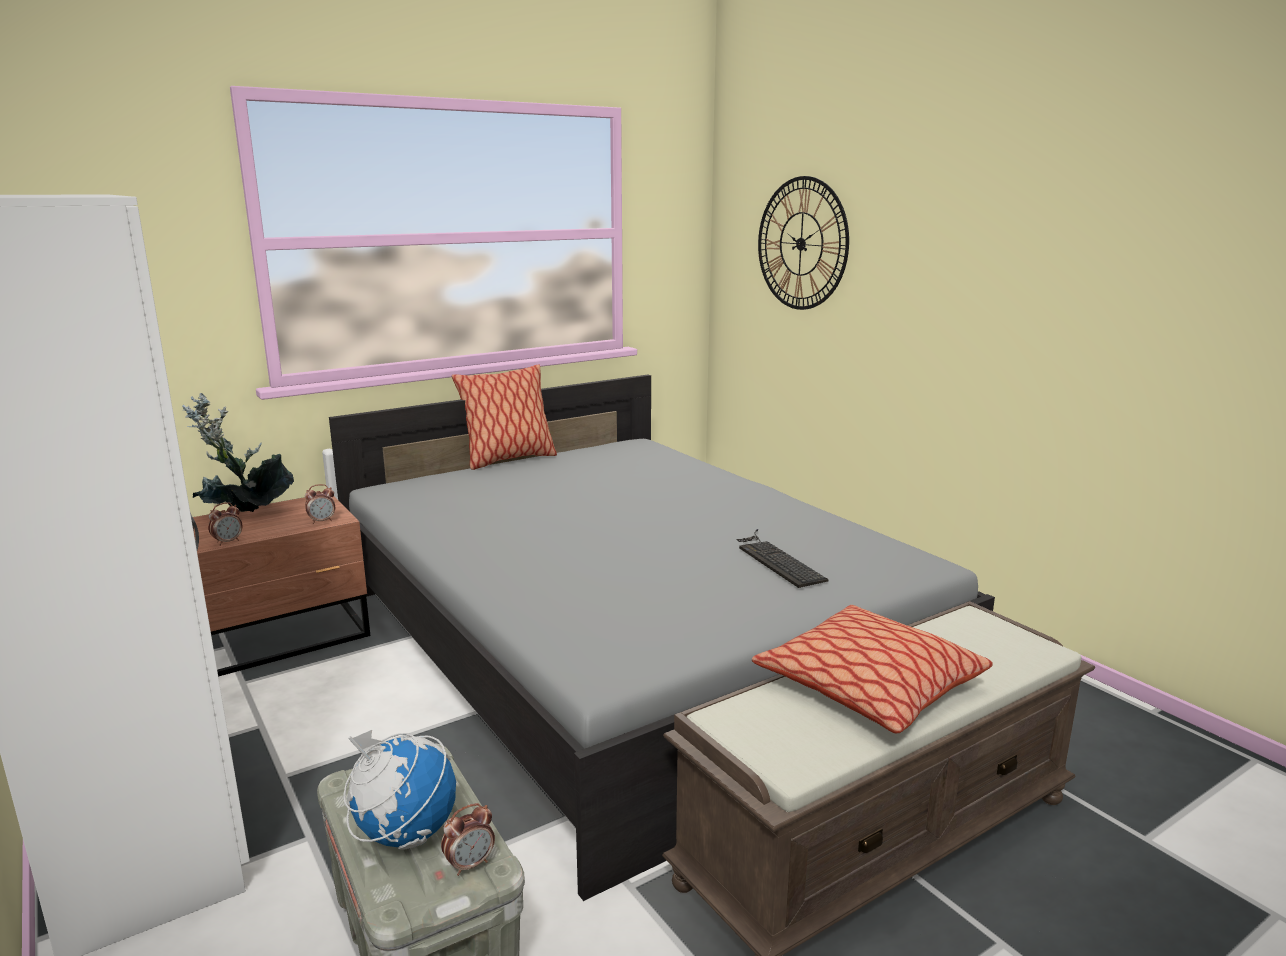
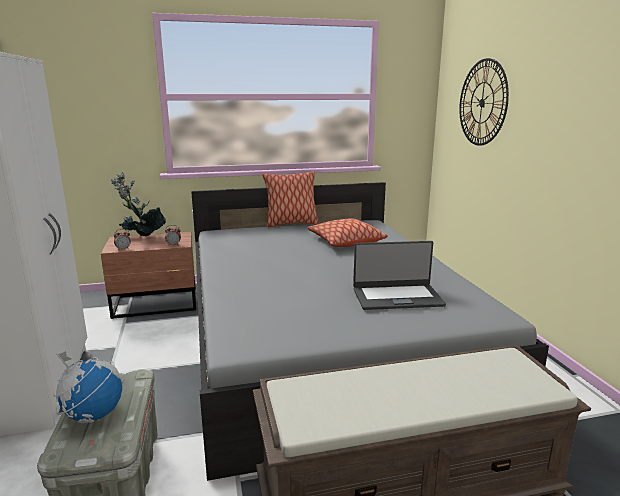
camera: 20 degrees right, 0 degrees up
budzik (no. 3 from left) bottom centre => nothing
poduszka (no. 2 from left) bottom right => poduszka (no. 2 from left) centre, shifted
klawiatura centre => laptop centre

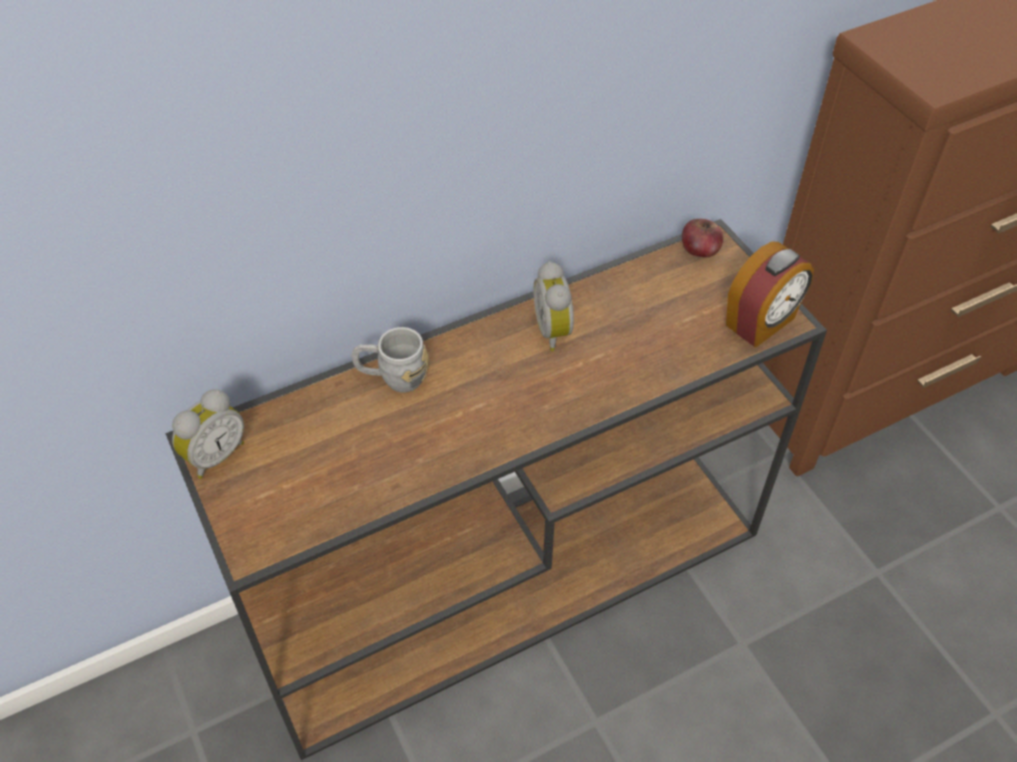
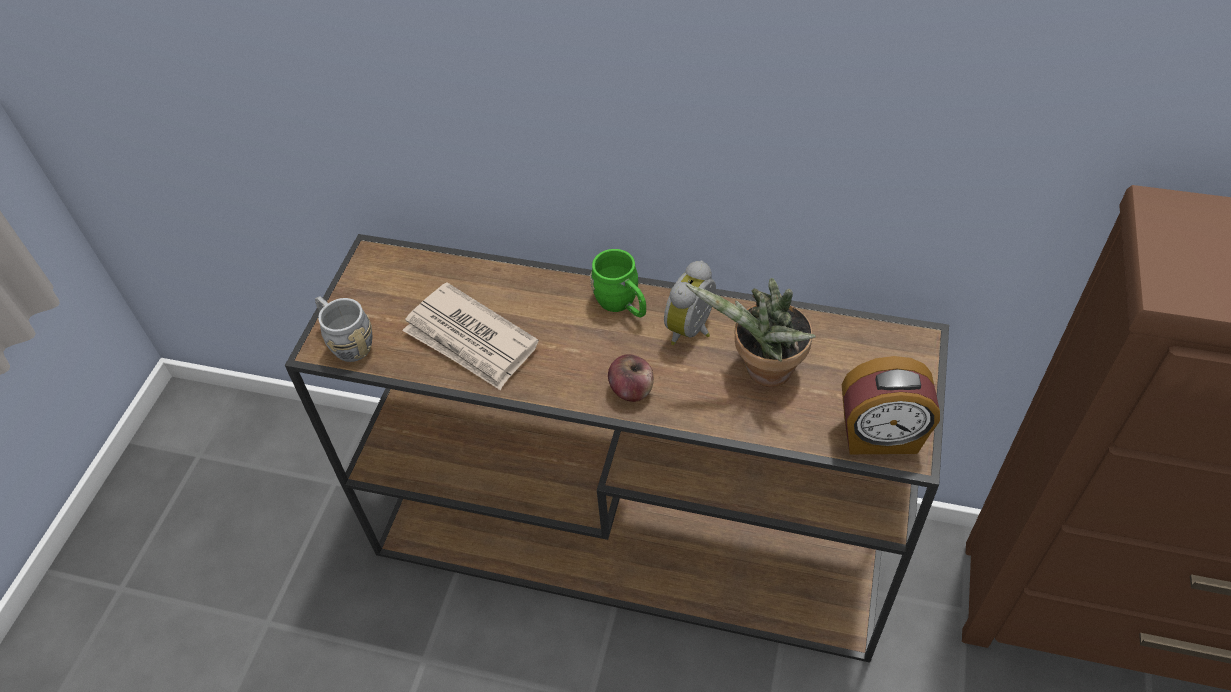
camera: 45 degrees right, 0 degrees up
budzik (no. 1 from left) middle left => nothing
nothing => gazeta centre
nothing => kubek (zielony) centre
nothing => roślina doniczkowa centre
kubek (szary) centre => kubek (szary) middle left, shifted
jabłko top right => jabłko centre, shifted

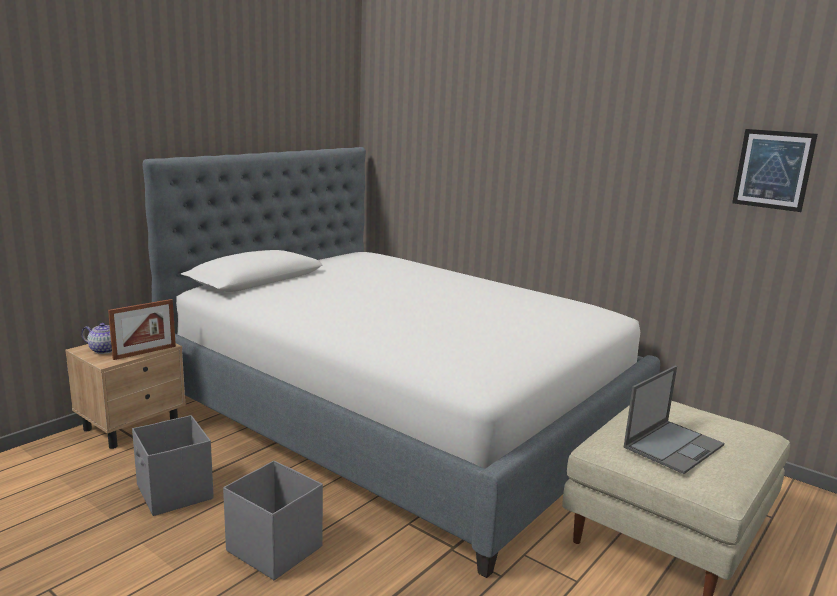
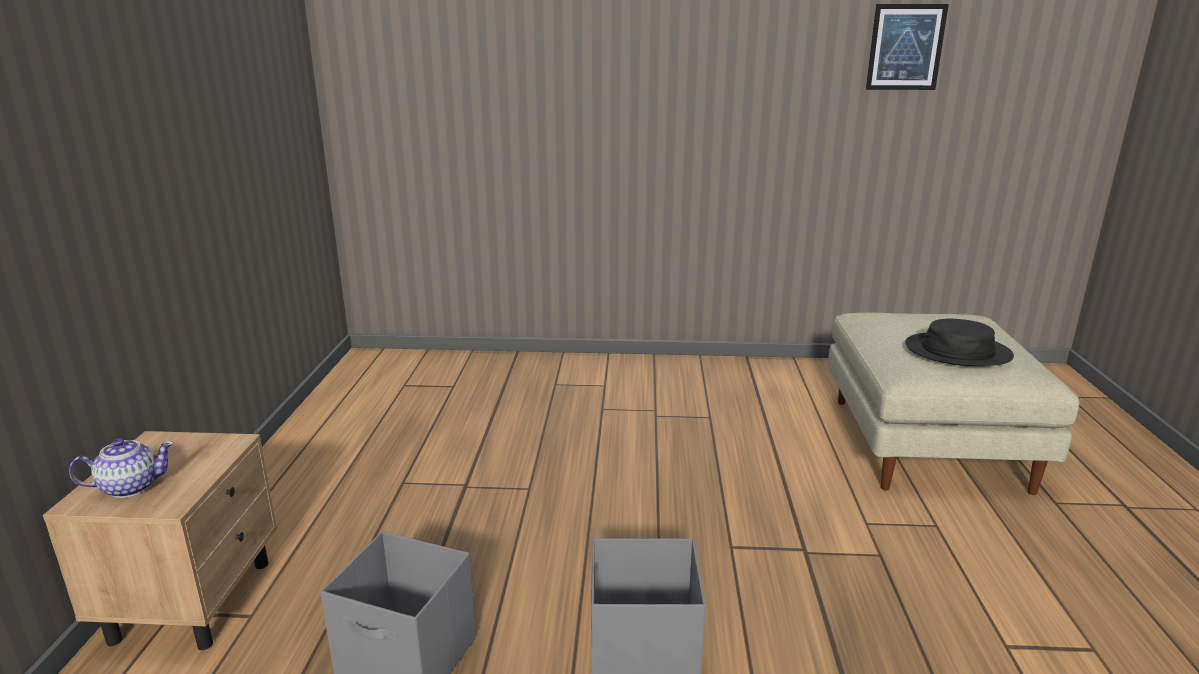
camera: 35 degrees left, 5 degrees up
ramka na zdjęcie middle left => nothing
łóżko centre => nothing
laptop bottom right => kapelusz (czarny) middle right

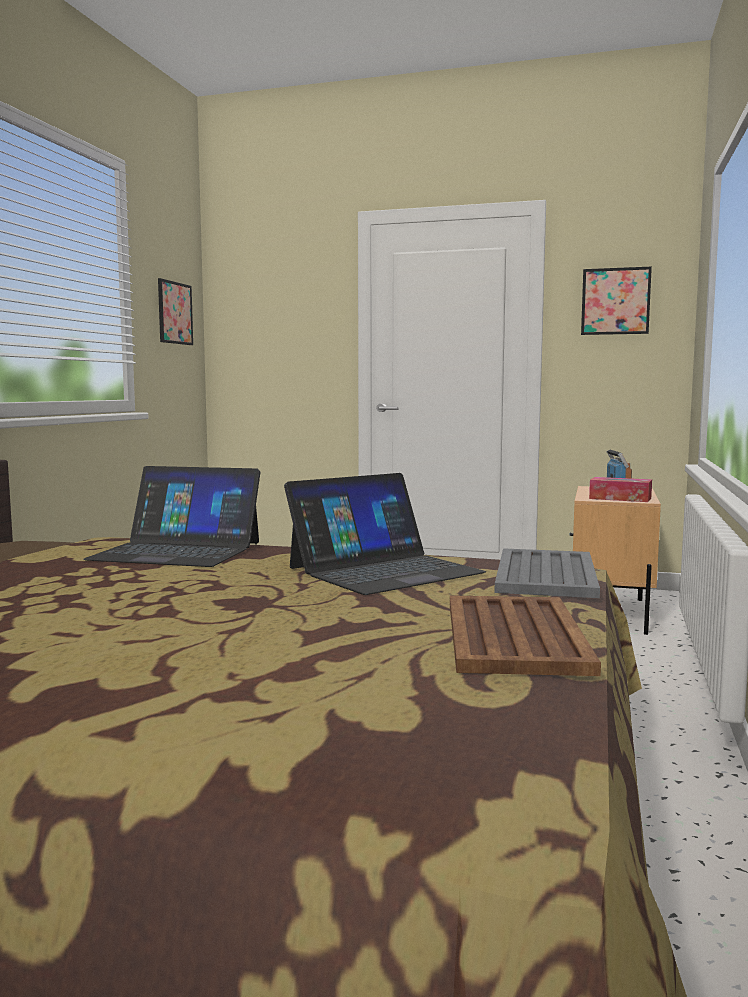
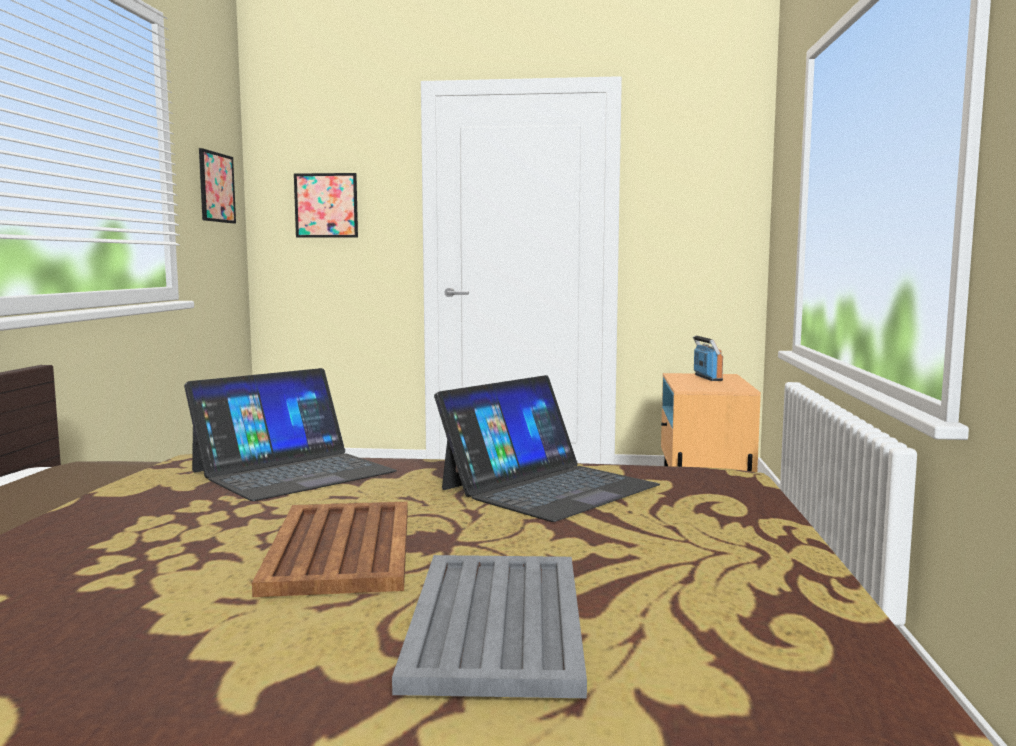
camera: 10 degrees left, 0 degrees up
pudełko chusteczek middle right => nothing
taca (brązowy) middle right => taca (brązowy) bottom left, shifted
taca (szary) middle right => taca (szary) bottom centre, shifted
obraz (no. 2 from left) top right => obraz (no. 2 from left) top left, shifted
laptop (no. 1 from left) middle left, 45 degrees counterclockwise

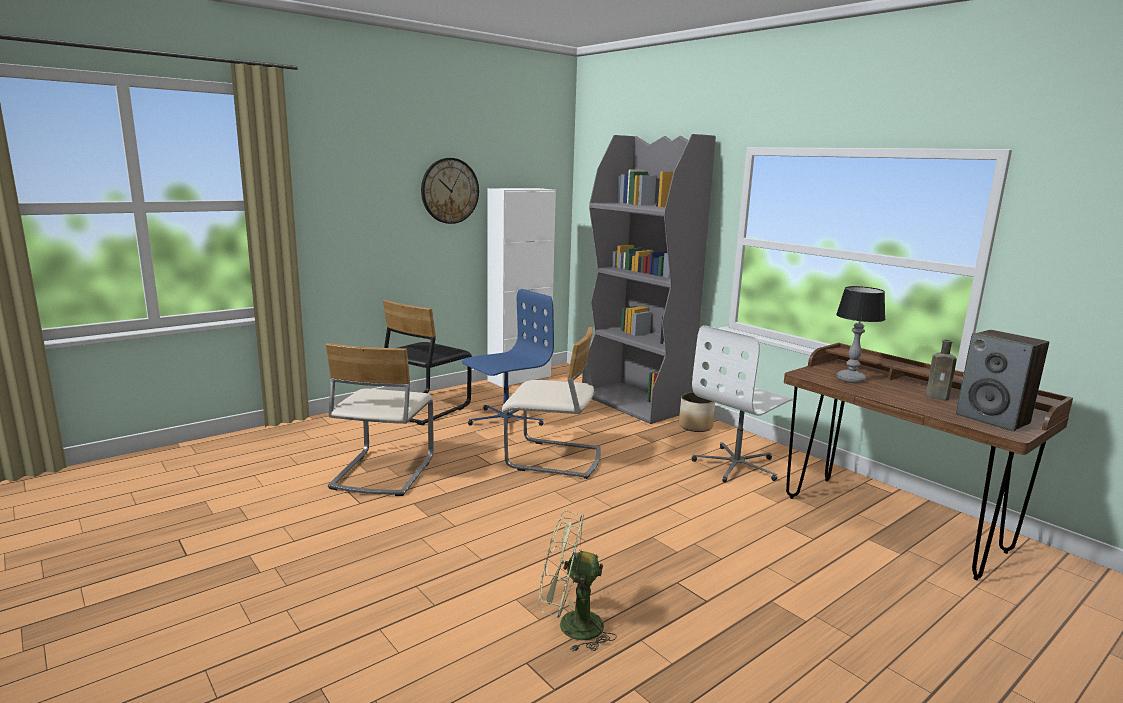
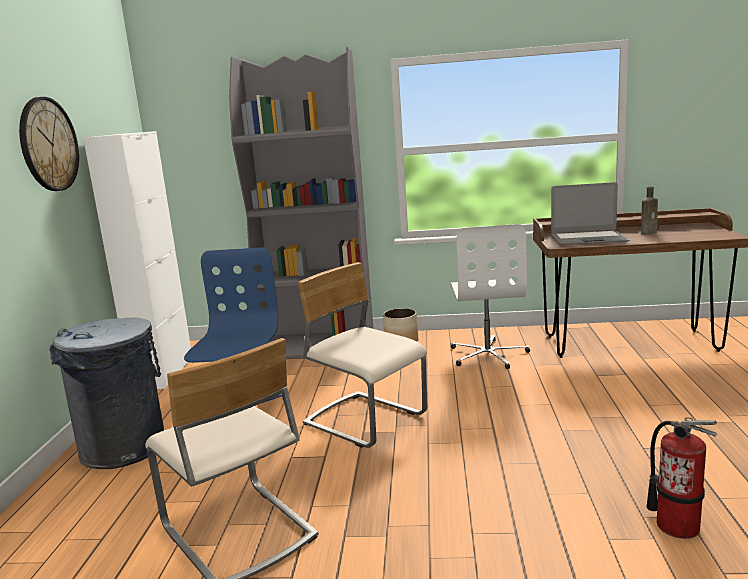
camera: 45 degrees left, 0 degrees up
głośnik middle right => nothing
krzesło (czarny) centre => kosz na śmieci (szary) bottom left
wentylator (zielony) bottom centre => gaśnica bottom right
lampa stołowa middle right => laptop middle right
krzesło (beżowy) (no. 2 from left) centre, 105 degrees counterclockwise

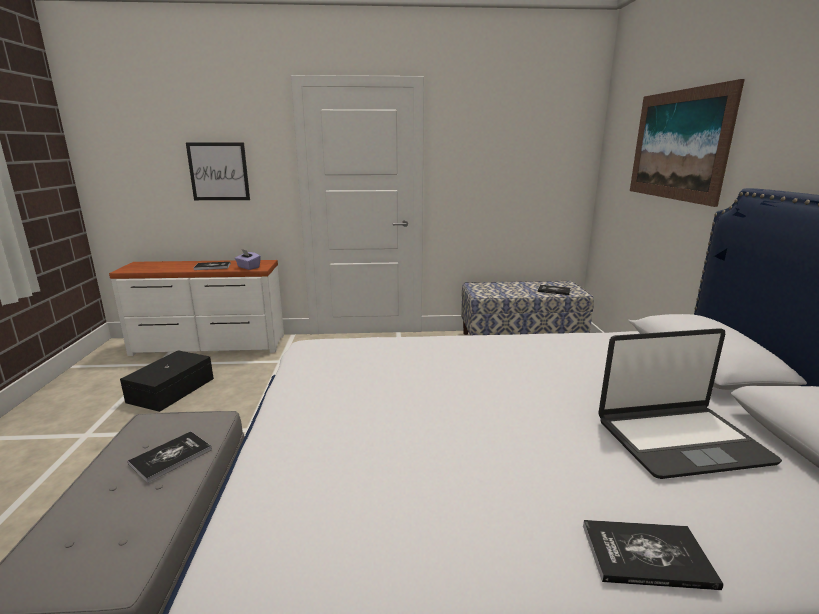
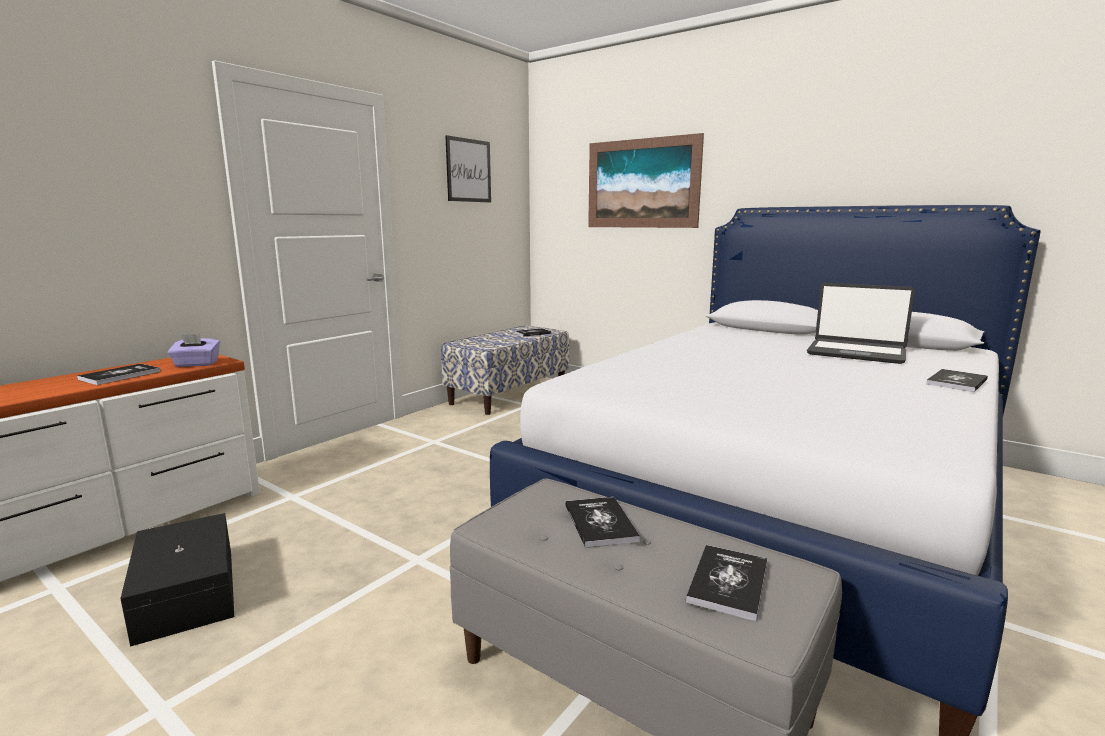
camera: 50 degrees left, 5 degrees down
nothing => książka (no. 4 from left) bottom centre
obraz (no. 1 from left) top left => obraz (no. 1 from left) top centre, shifted
laptop middle right, 90 degrees clockwise

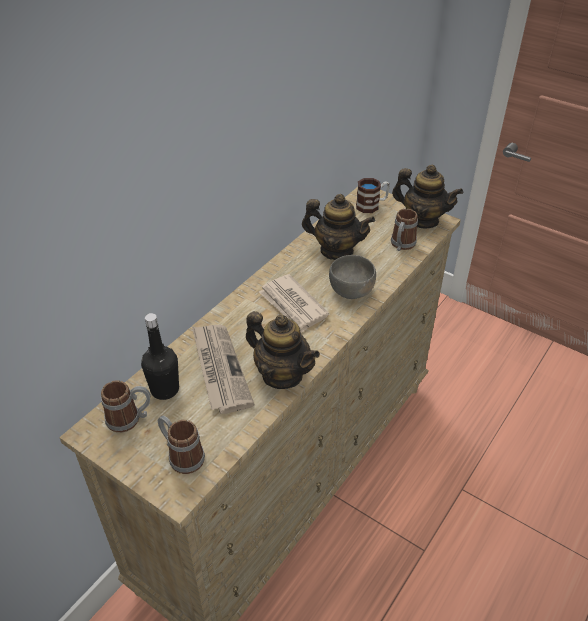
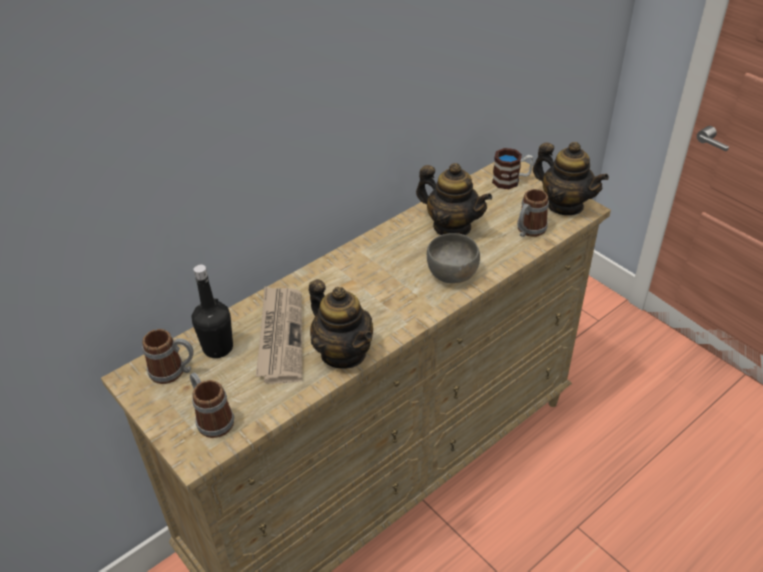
camera: 15 degrees right, 0 degrees up
gazeta (no. 2 from left) centre => nothing

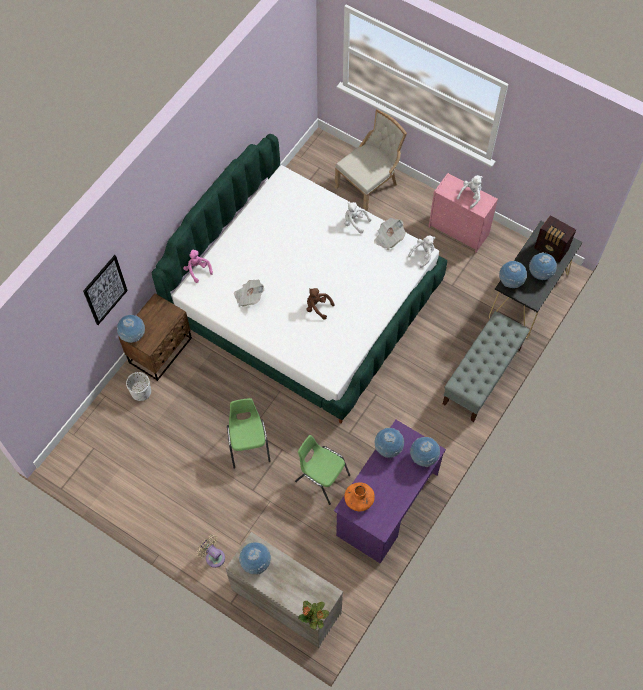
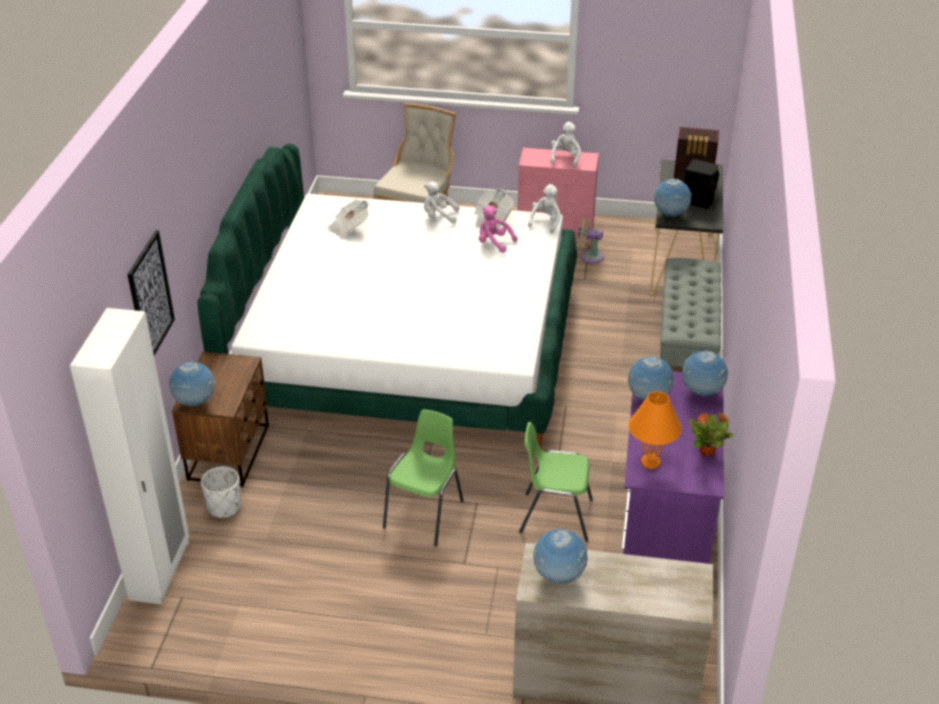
camera: 25 degrees left, 25 degrees down
pluszak (brązowy) centre => nothing
nothing => szafa (biały) middle left
pluszak (różowy) middle left => pluszak (różowy) top centre, shifted
wentylator (beżowy) bottom left => wentylator (beżowy) centre, shifted
gazeta (no. 1 from left) centre => gazeta (no. 1 from left) top centre, shifted
roślina doniczkowa bottom centre => roślina doniczkowa middle right, shifted
wazon (pomarańczowy) bottom centre => lampa stołowa (pomarańczowy) middle right
globus (no. 6 from left) middle right => głośnik (czarny) top right
krzesło (zielony) (no. 1 from left) centre => krzesło (zielony) (no. 1 from left) bottom centre, 60 degrees clockwise

